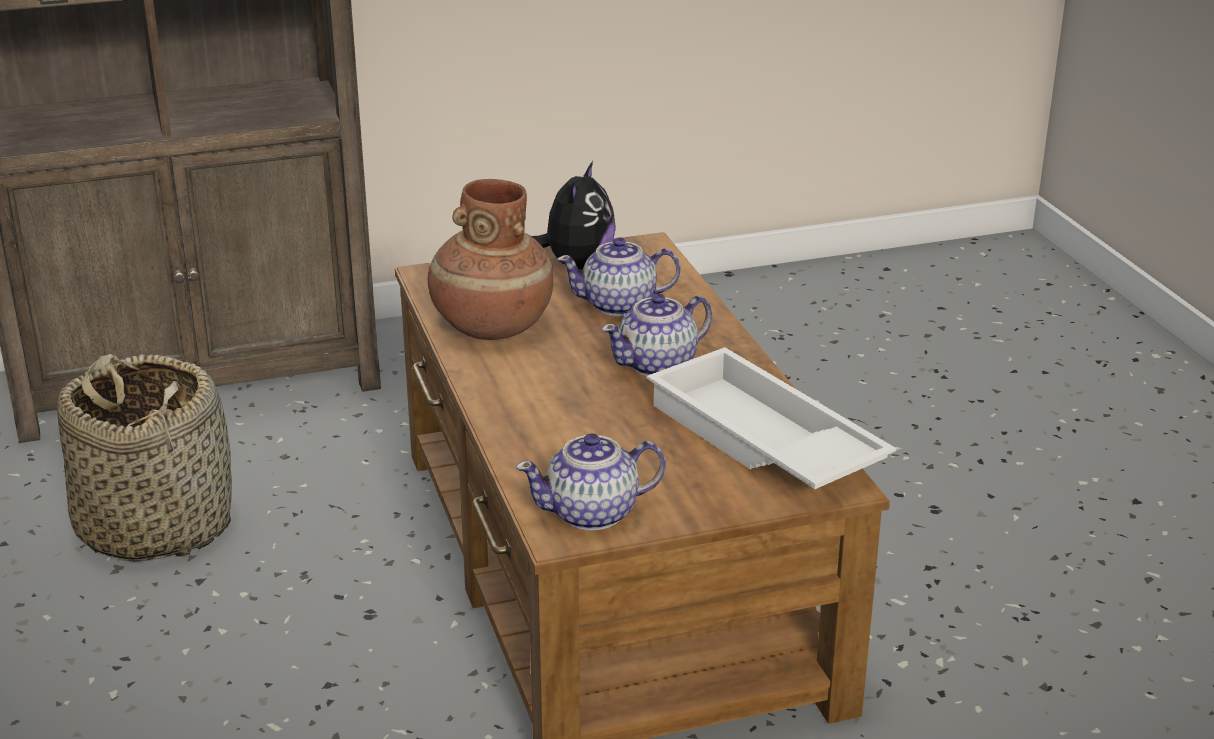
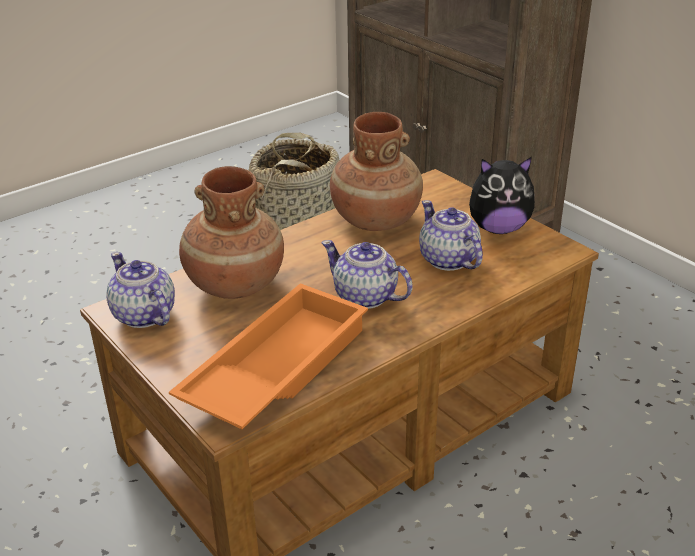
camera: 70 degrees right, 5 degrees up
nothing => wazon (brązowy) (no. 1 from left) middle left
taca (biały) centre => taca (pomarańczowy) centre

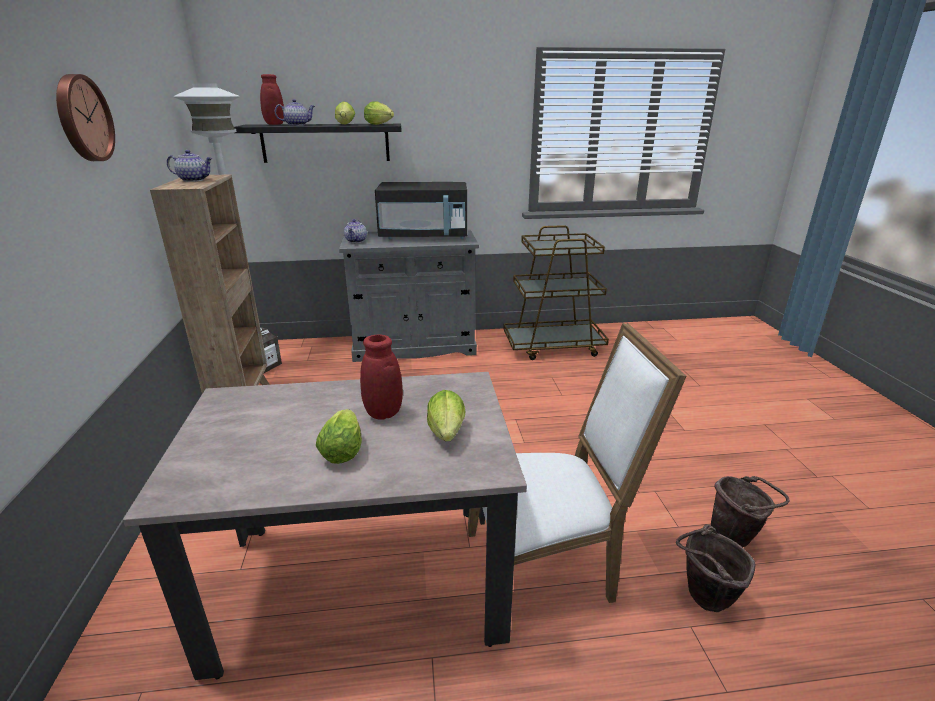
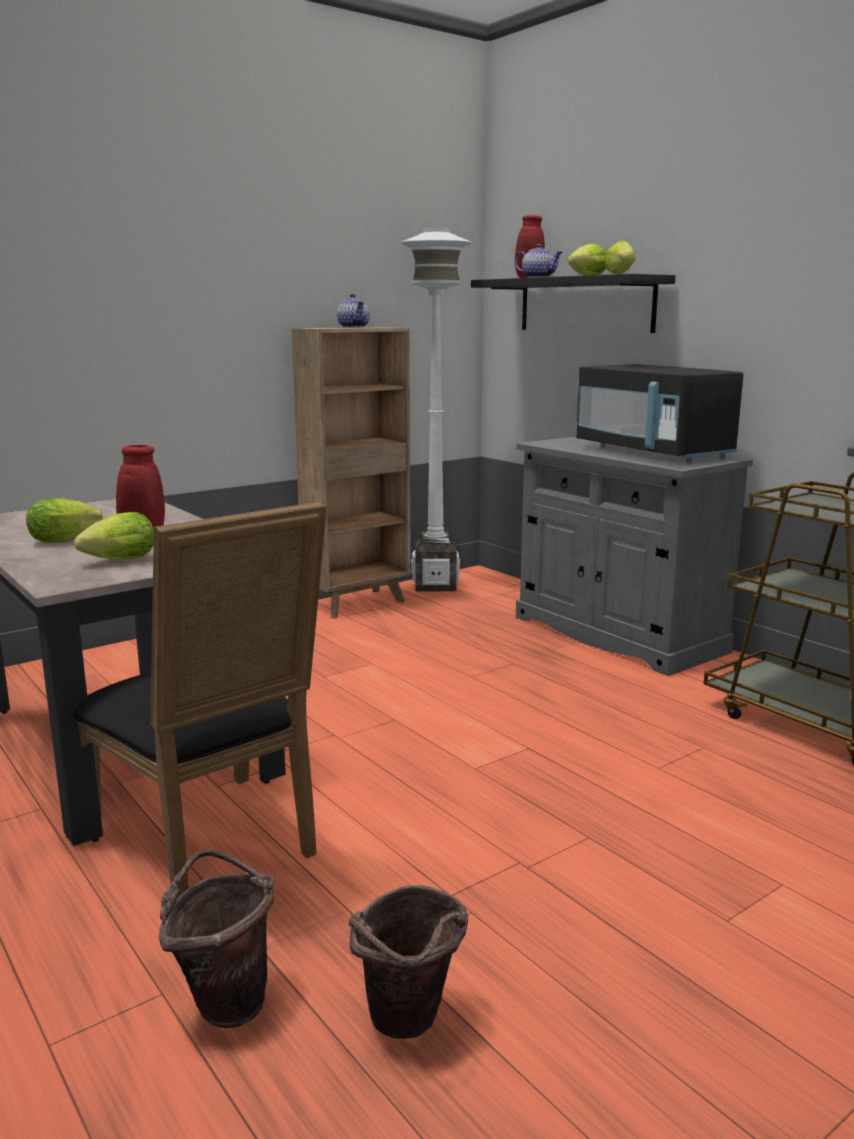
camera: 60 degrees right, 10 degrees down
zegar ścienny top left => nothing
imbryk (no. 3 from left) top centre => nothing
krzesło (biały) centre => krzesło (czarny) middle left

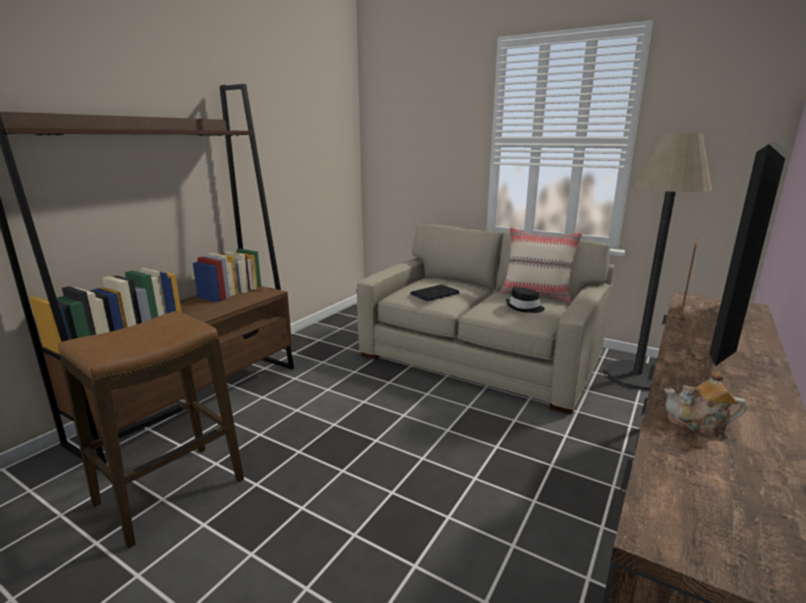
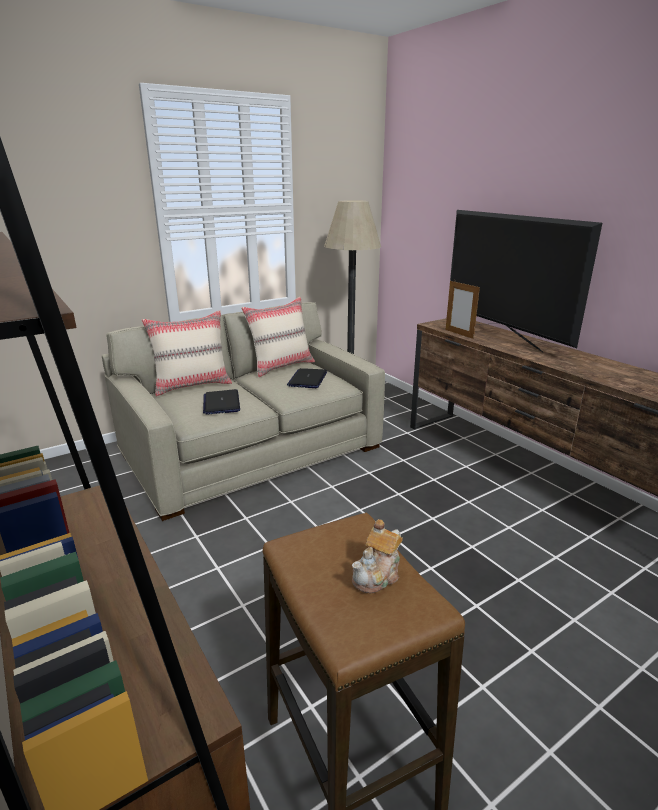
camera: 65 degrees left, 5 degrees up
nothing => poduszka (beżowy) (no. 1 from left) middle left
imbryk bottom right => imbryk bottom centre, shifted
kapelusz (czarny) centre => laptop (no. 2 from left) centre

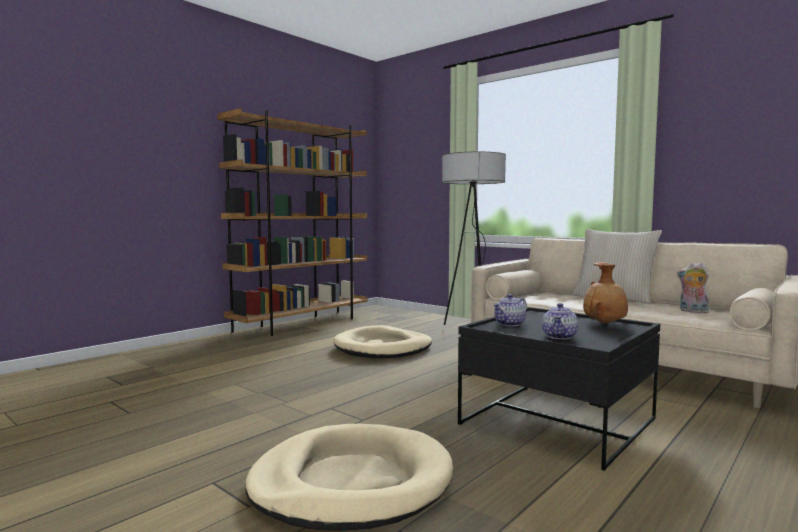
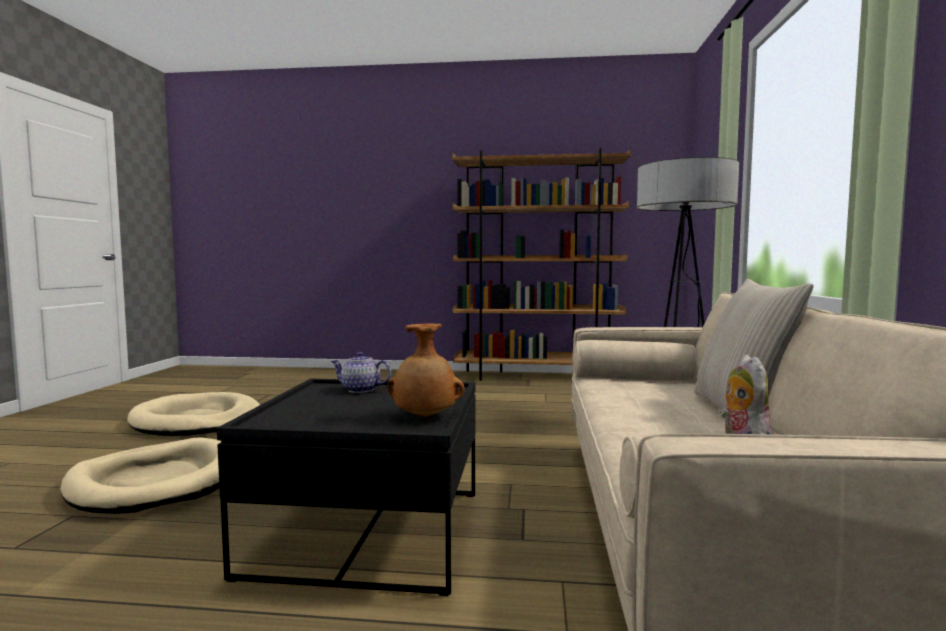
camera: 55 degrees right, 0 degrees up
imbryk (no. 2 from left) middle right => nothing
legowisko (beżowy) (no. 2 from left) centre => legowisko (beżowy) (no. 2 from left) middle left, shifted

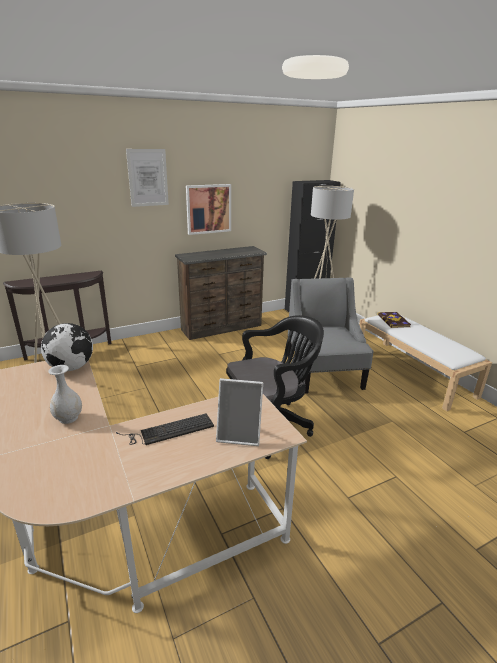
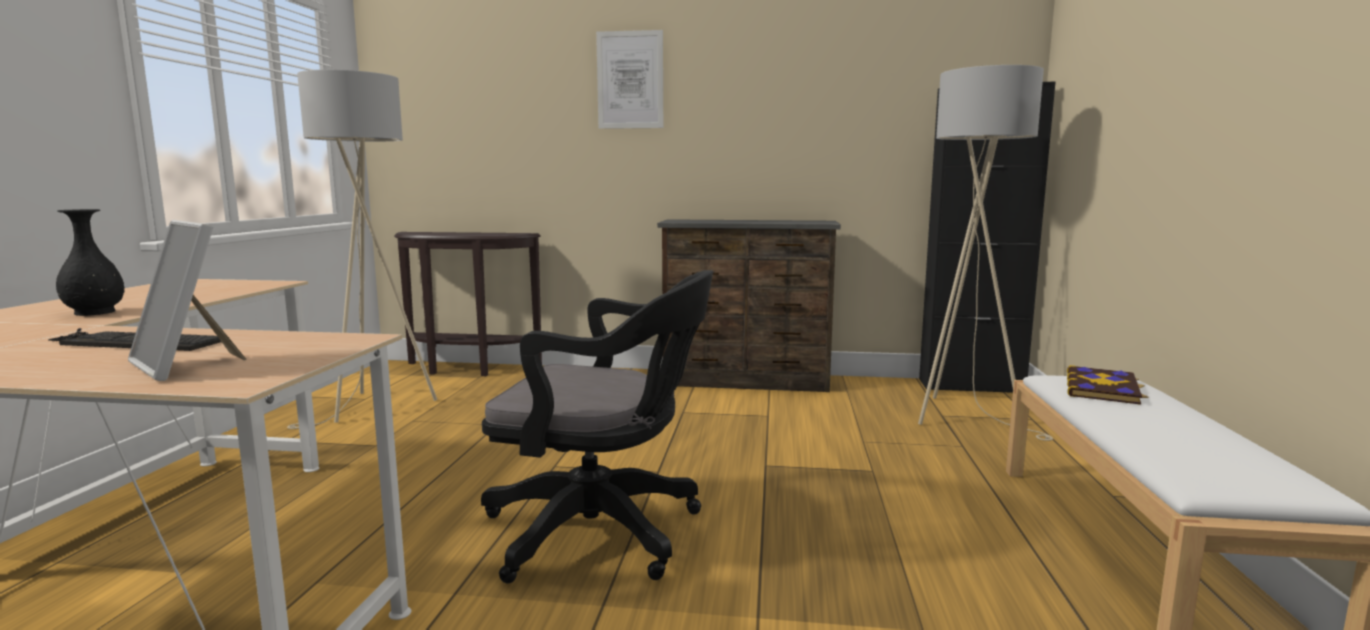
camera: 35 degrees right, 15 degrees down
globus middle left => nothing
obraz (no. 2 from left) top centre => nothing
fotel (szary) centre => nothing
wazon (biały) middle left => wazon (czarny) middle left

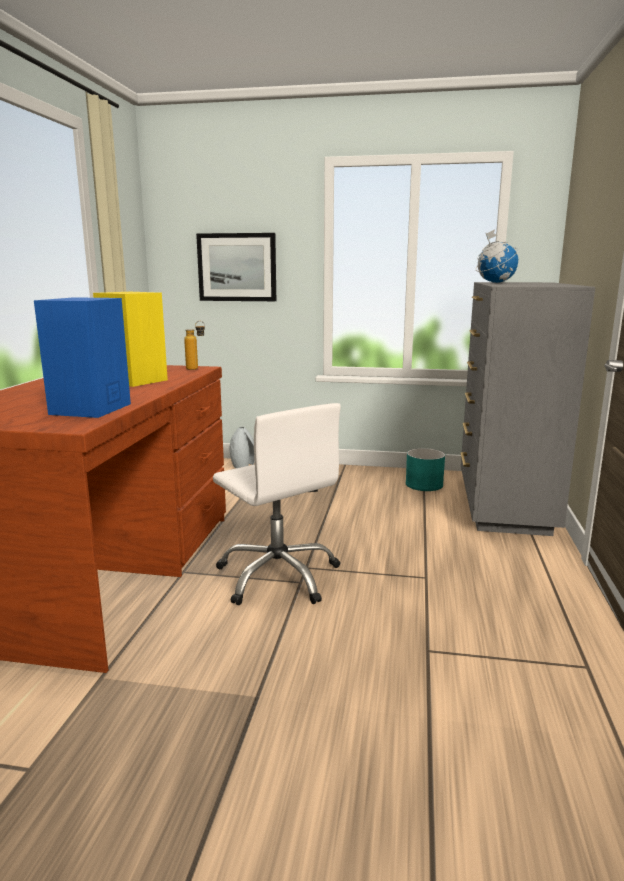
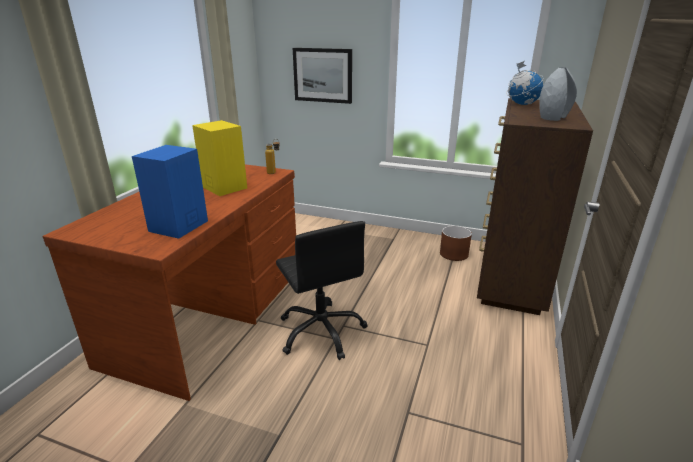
camera: 10 degrees right, 10 degrees up
wazon (szary) centre => wazon (szary) top right, shifted
krzesło biurowe (biały) centre => krzesło biurowe (czarny) centre
donica (turkusowy) middle right => donica (brązowy) centre
komoda (szary) middle right => komoda (brązowy) middle right

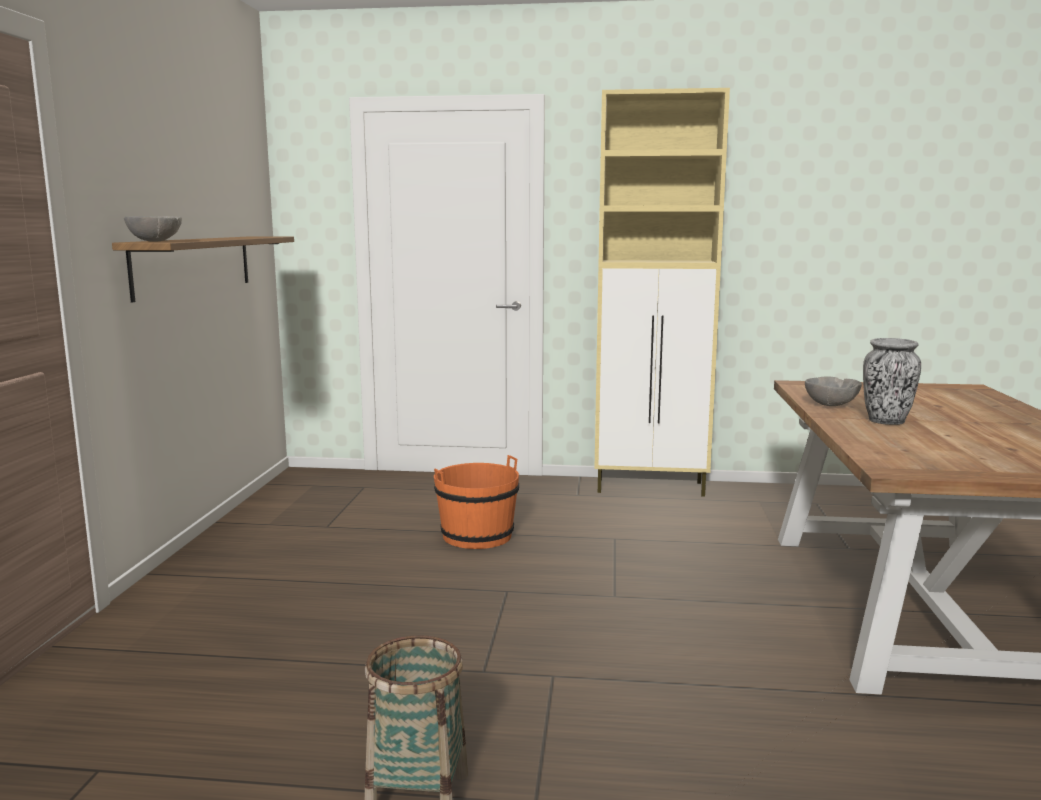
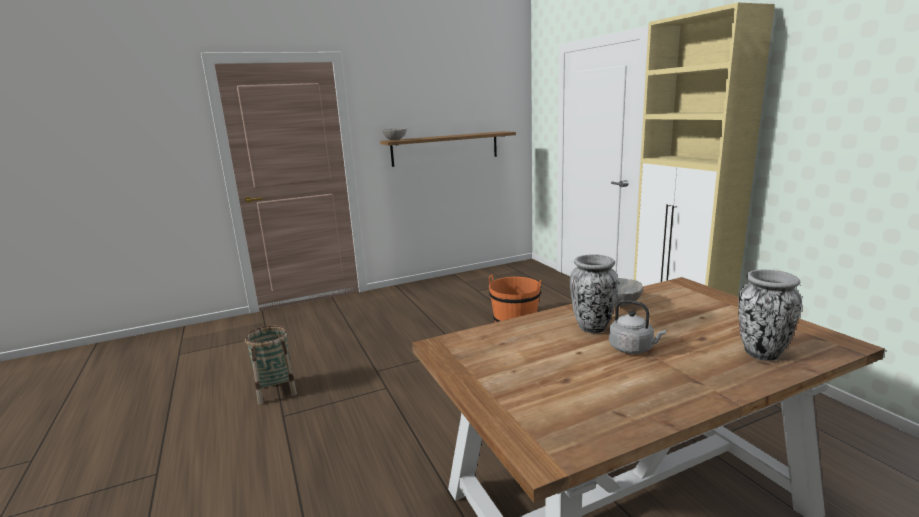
camera: 60 degrees right, 5 degrees up
nothing => czajnik (szary) middle right
nothing => wazon (no. 2 from left) middle right

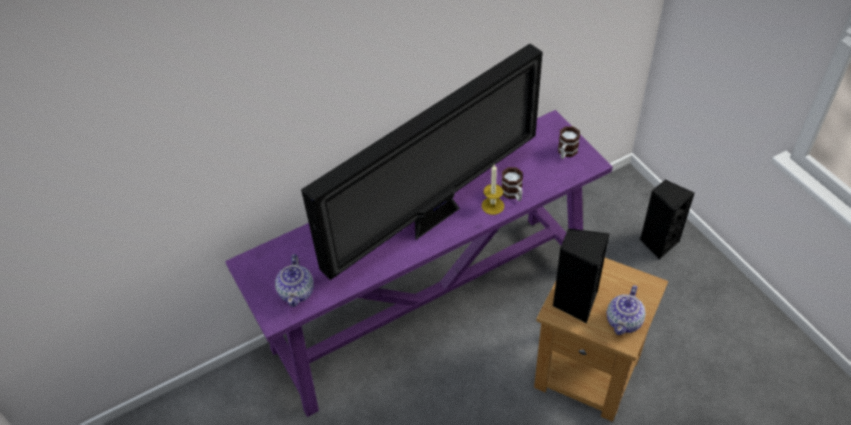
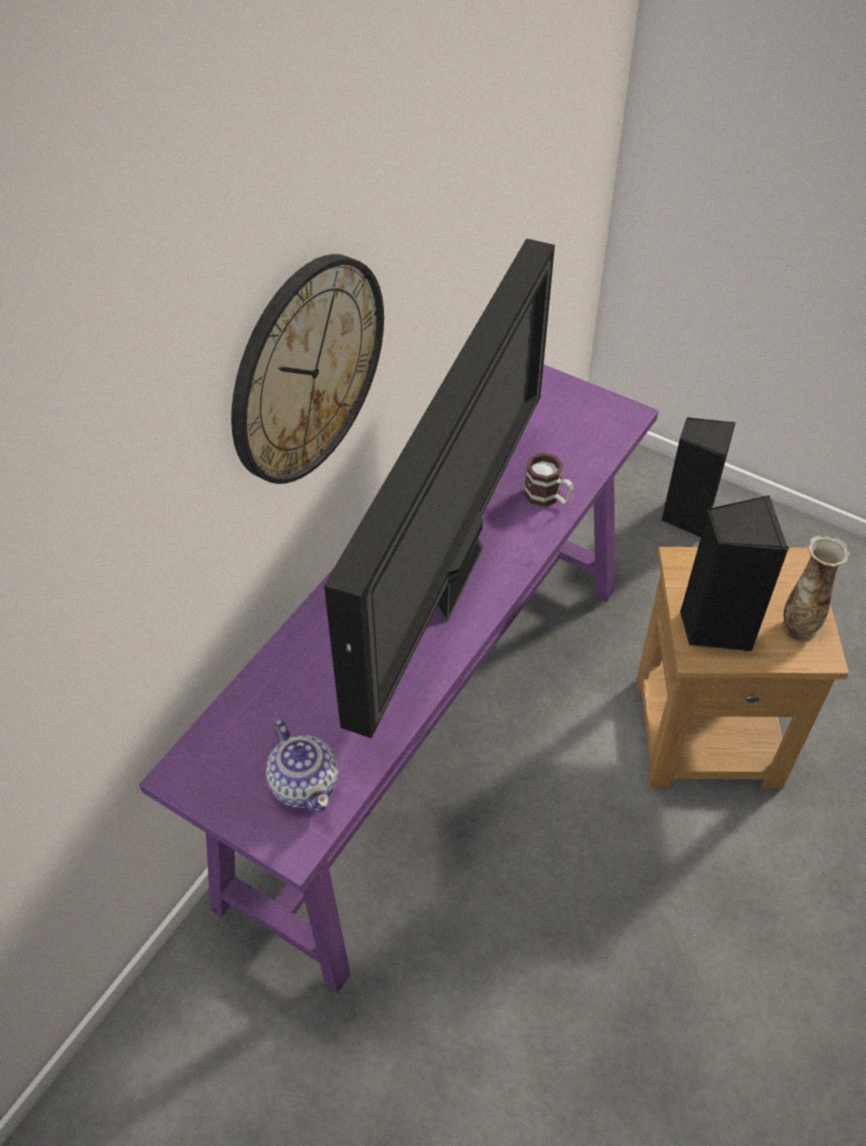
camera: 30 degrees left, 0 degrees up
świeca centre => nothing
kubek (no. 2 from left) middle right => nothing
nothing => zegar ścienny top centre
imbryk (no. 2 from left) bottom right => wazon middle right

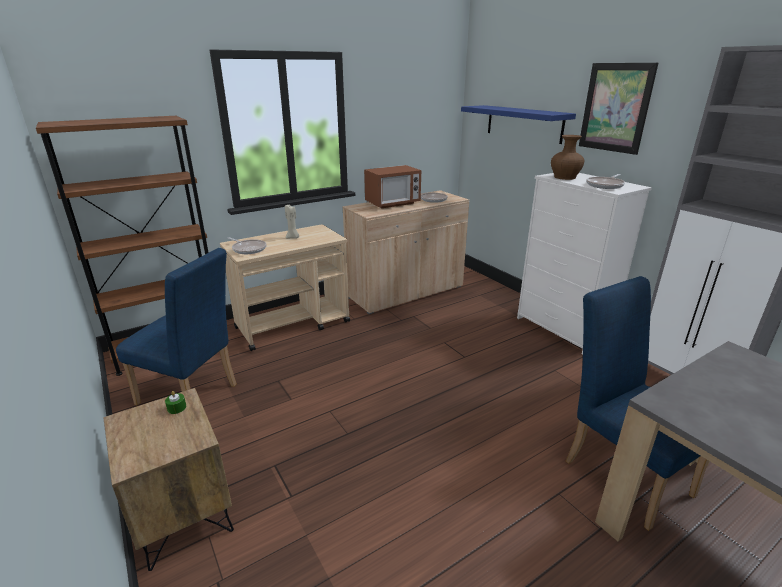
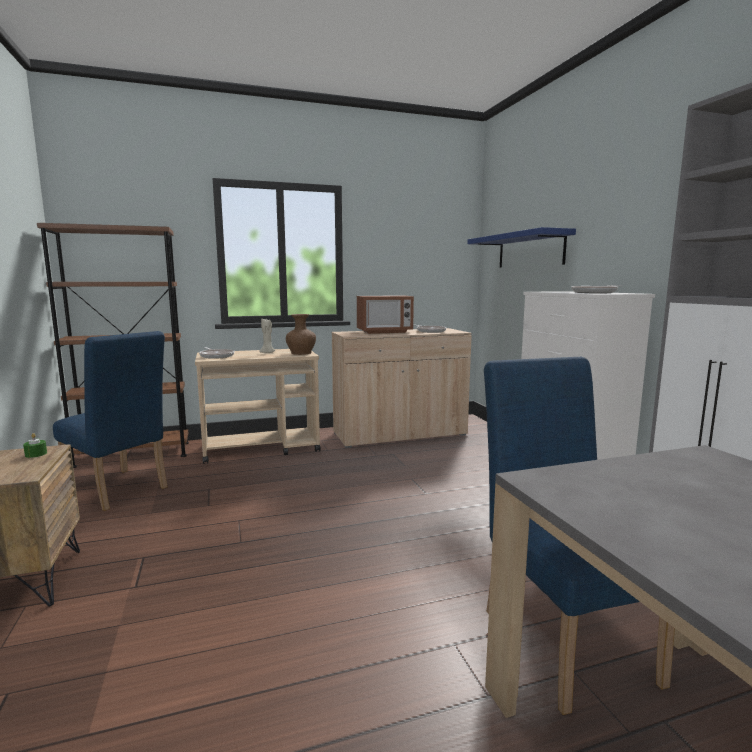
camera: 15 degrees right, 15 degrees down
obraz top right => nothing
wazon (brązowy) top right => wazon (brązowy) centre, shifted

